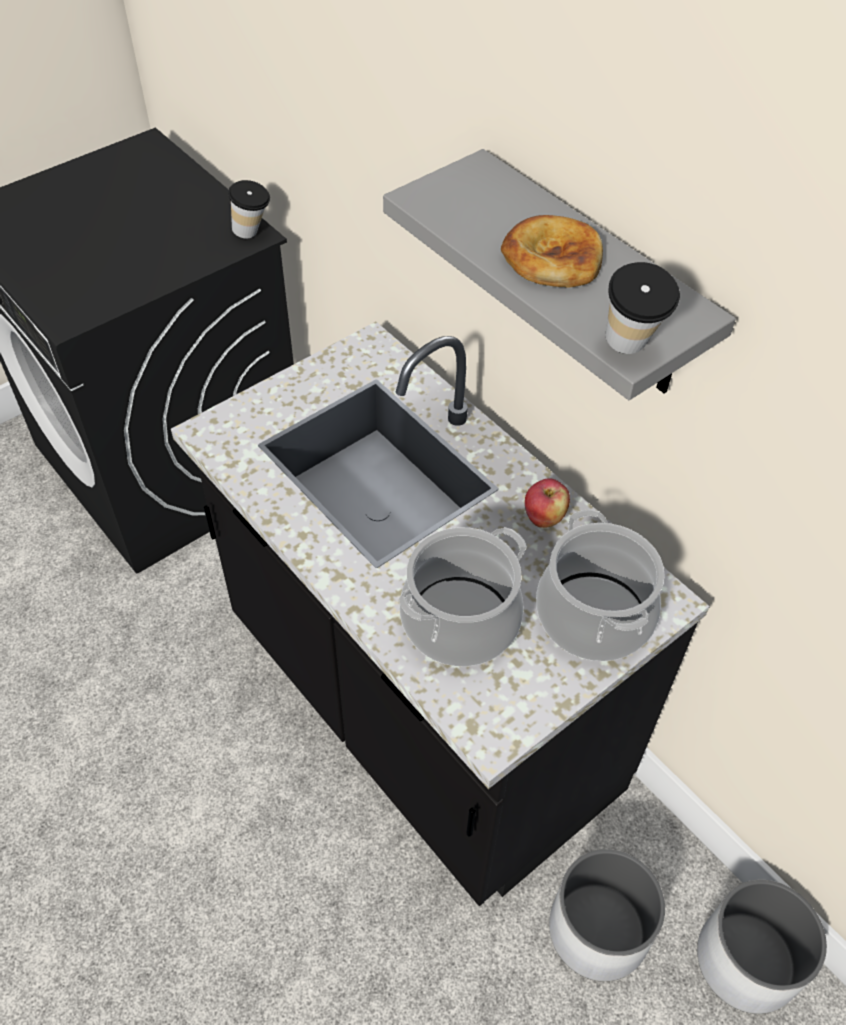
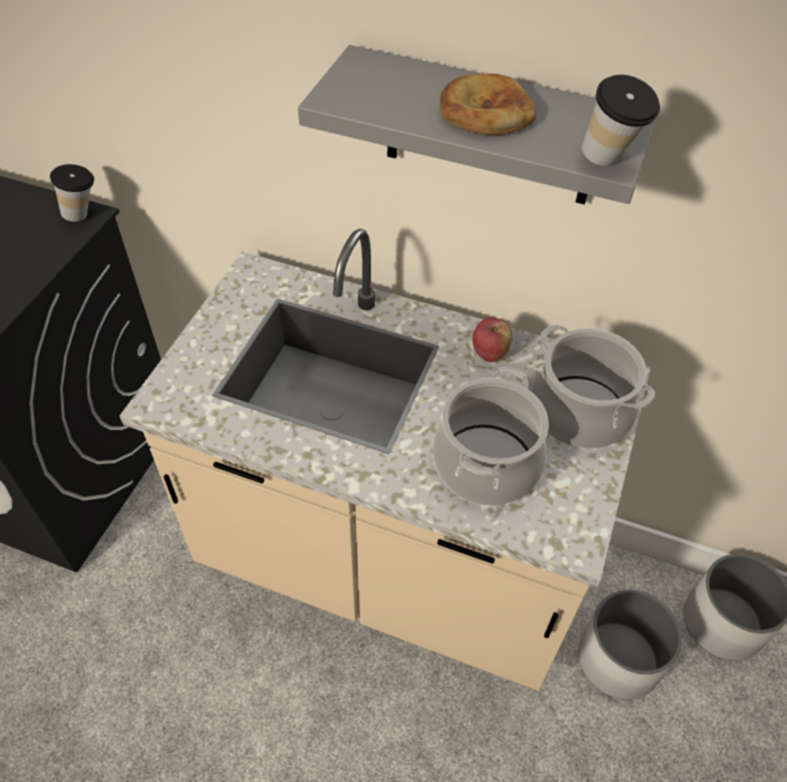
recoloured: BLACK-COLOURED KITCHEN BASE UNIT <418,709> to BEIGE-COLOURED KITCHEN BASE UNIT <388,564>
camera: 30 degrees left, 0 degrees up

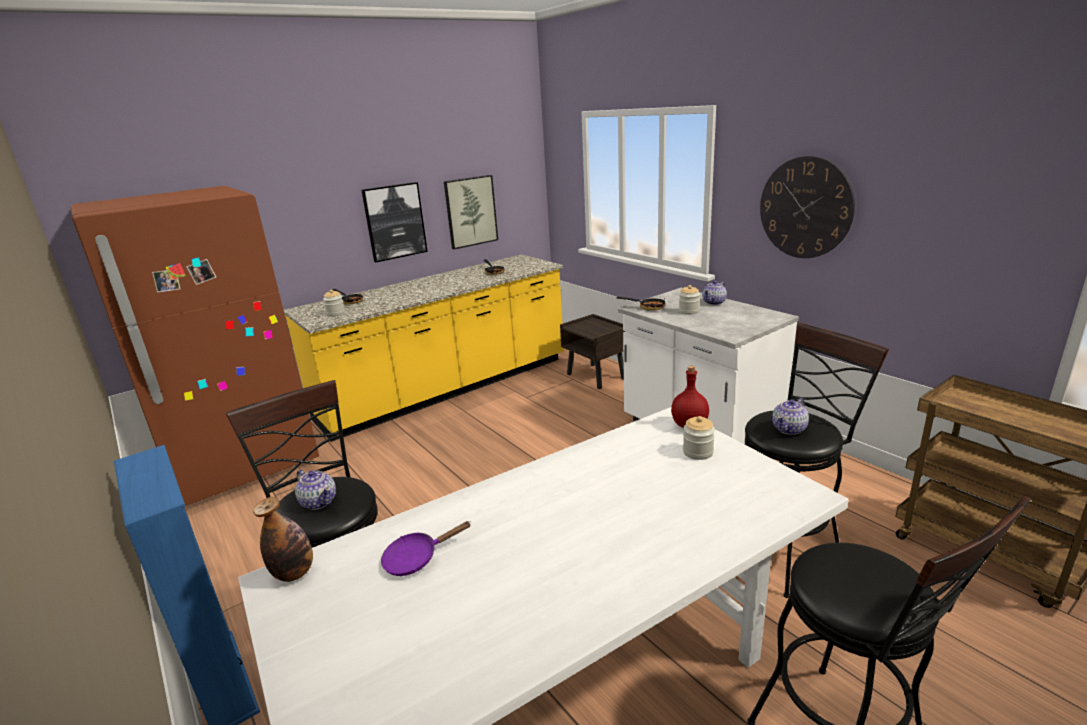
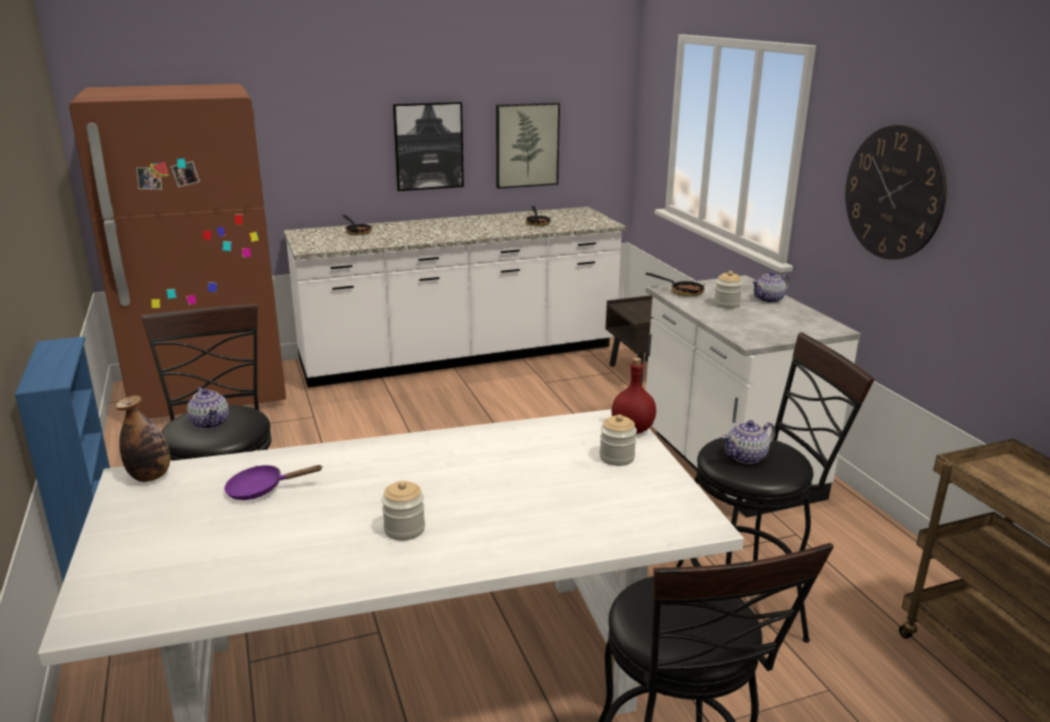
moved: PRESERVE JAR <336,313> to <404,529>
recoloured: YELLOW KITCHEN BASE UNIT <447,389> to WHITE KITCHEN BASE UNIT <460,356>
camera: 15 degrees right, 0 degrees up

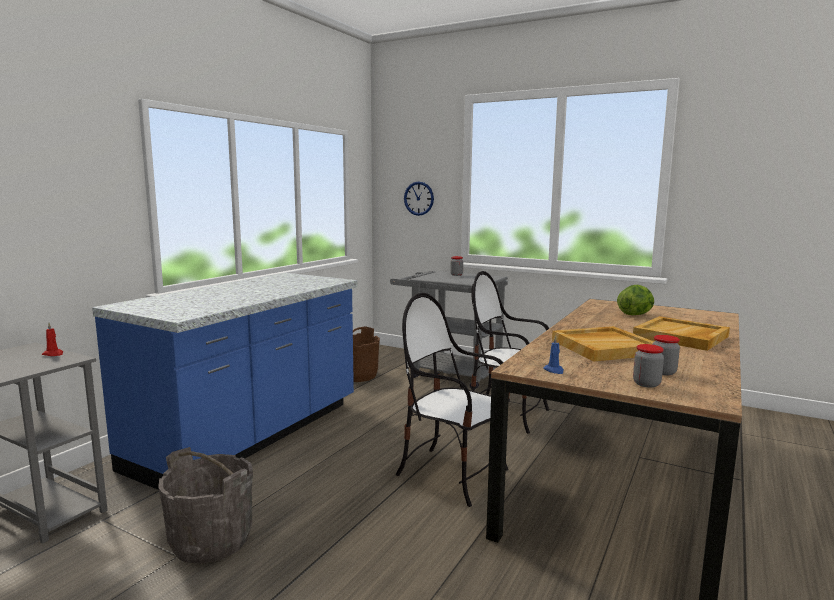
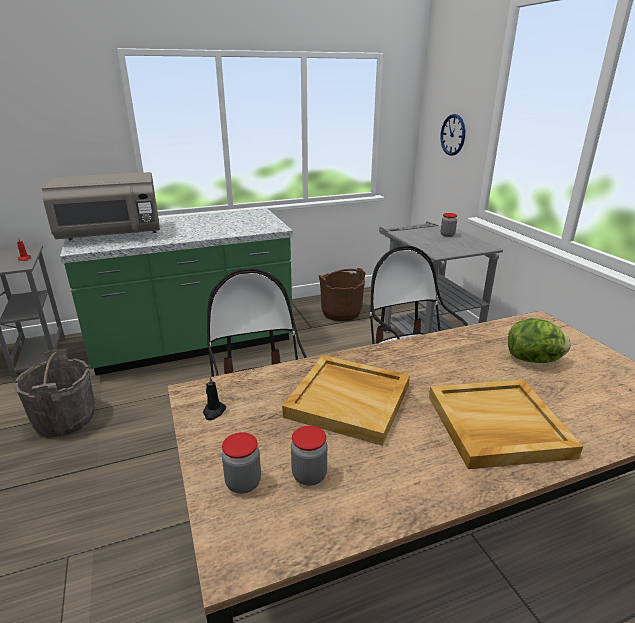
added: GREY MICROWAVE <111,234>
recoloured: BLUE KITCHEN BASE UNIT <250,435> to GREEN-COLOURED KITCHEN BASE UNIT <194,343>; BLUE WAX LIGHT <554,370> to BLACK-COLOURED WAX LIGHT <214,412>
camera: 40 degrees right, 15 degrees up

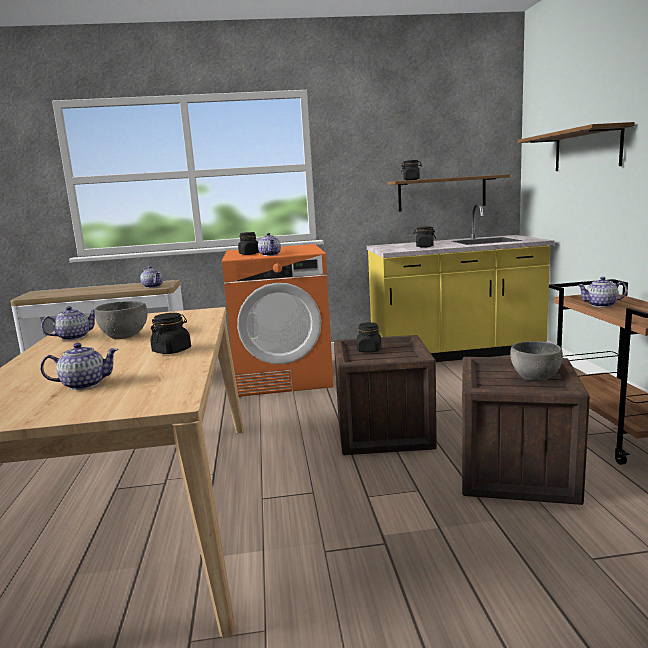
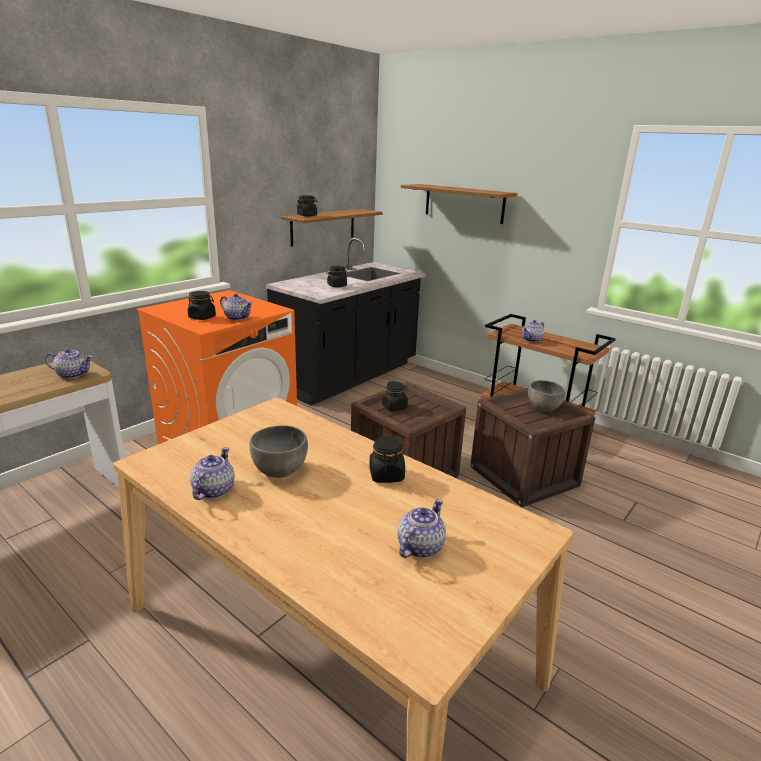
recoloured: YELLOW KITCHEN BASE UNIT <456,353> to BLACK-COLOURED KITCHEN BASE UNIT <349,377>
camera: 45 degrees left, 10 degrees up

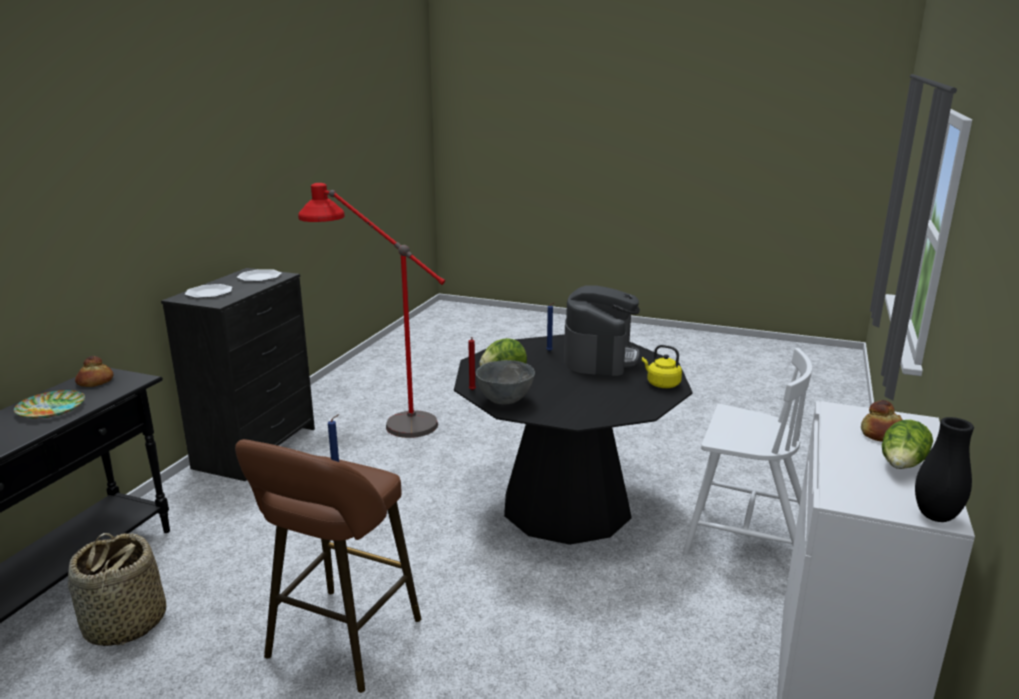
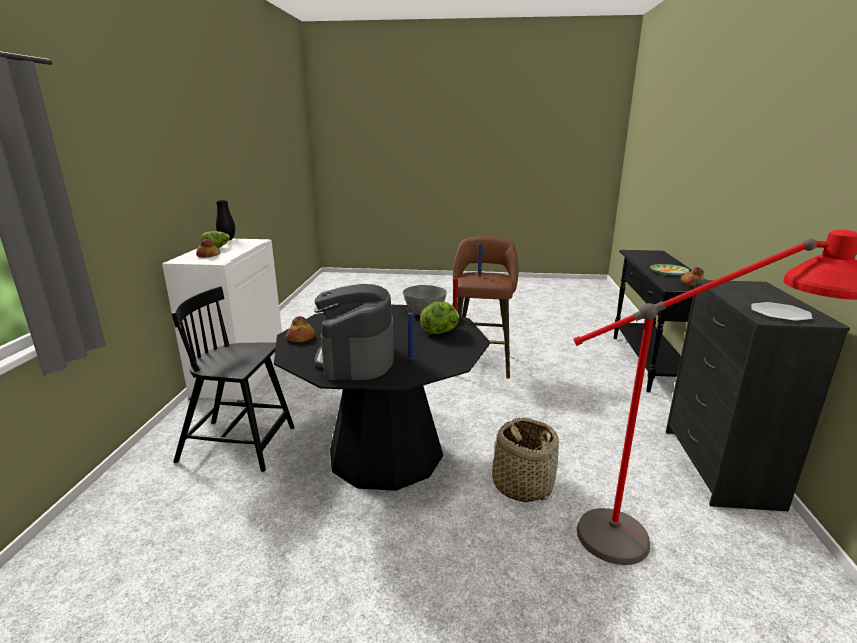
removed: PLATE <209,293>
moved: STORAGE BASKET <124,624> to <522,484>
replaced: YELLOW KETTLE <661,384> to BAKED BREAD <301,338>
recoloured: WHITE PLAIN CHAIR <746,541> to BLACK-COLOURED PLAIN CHAIR <239,445>
camera: 165 degrees right, 0 degrees up

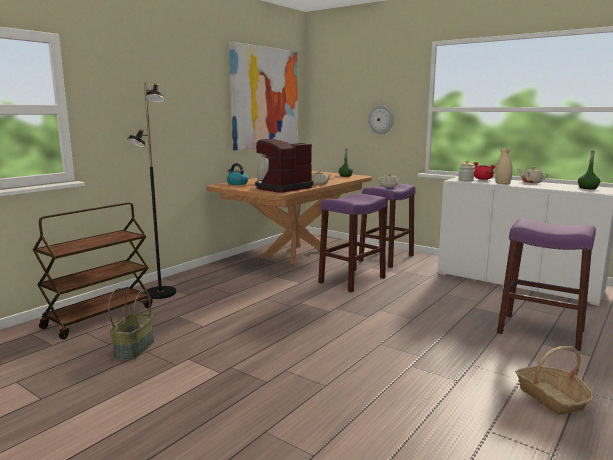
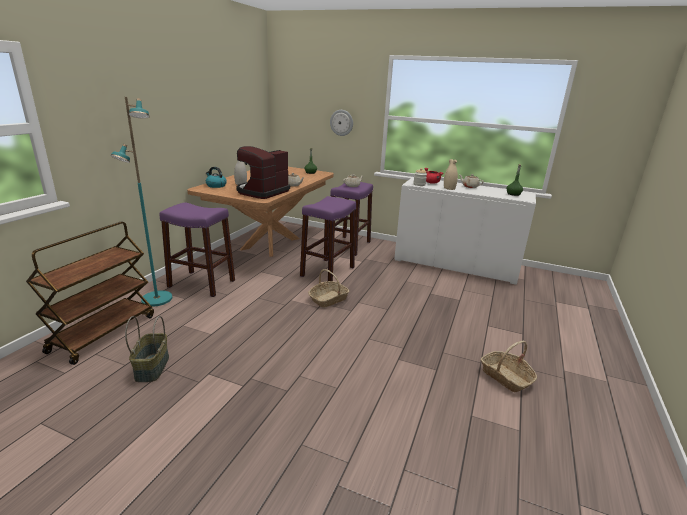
removed: WALL ART <265,98>
added: STORAGE BASKET <328,299>
moved: PURPLE-COLOURED STOOL SEAT <540,331> to <201,283>
recoloured: BLACK-COLOURED STANDING LAMP <160,293> to TURQUOISE-COLOURED STANDING LAMP <156,299>
camera: 15 degrees left, 10 degrees up

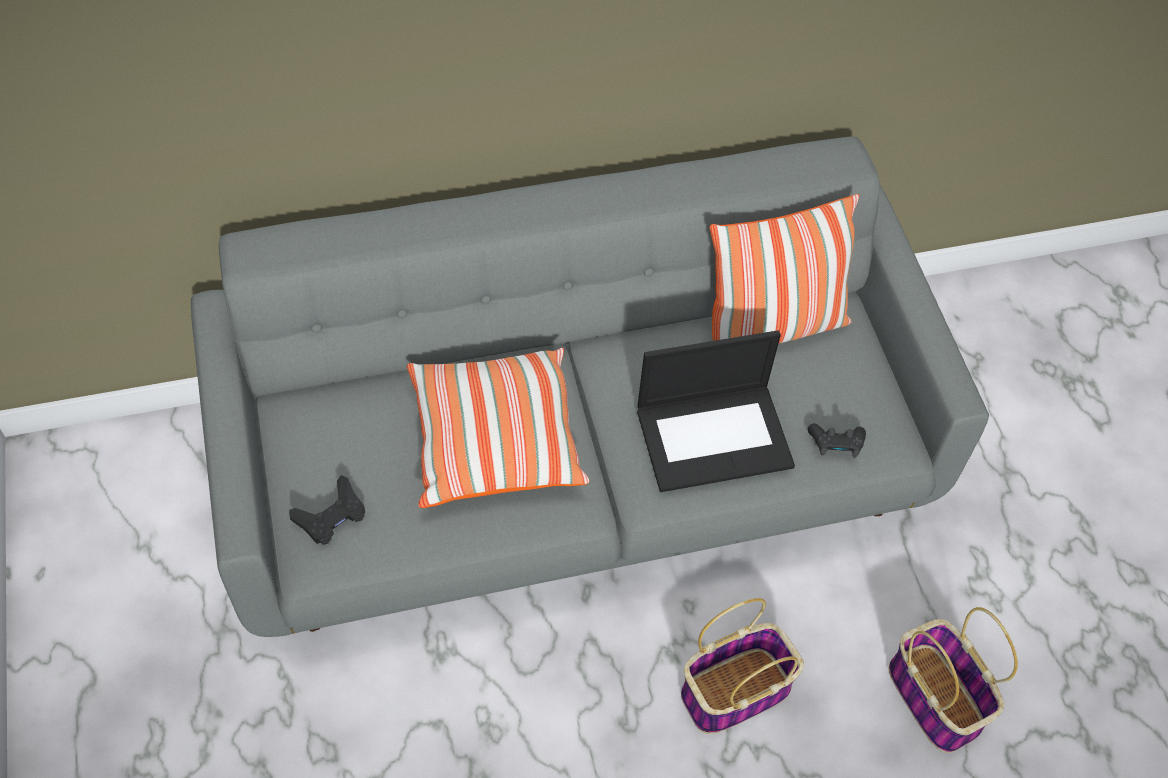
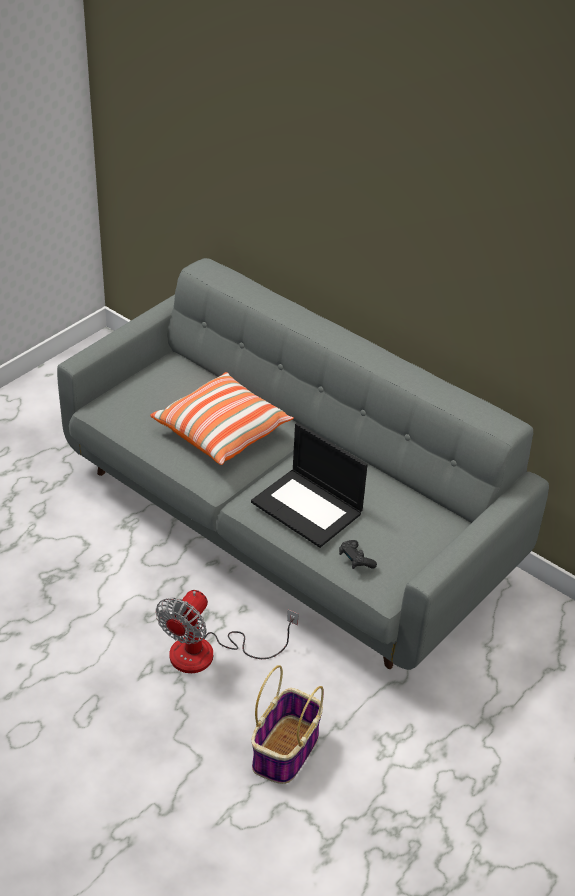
removed: THROW PILLOW <772,327>; BLACK-COLOURED JOYPAD <331,516>
replaced: STORAGE BASKET <736,690> to COOLING FAN <208,653>
camera: 55 degrees right, 15 degrees down

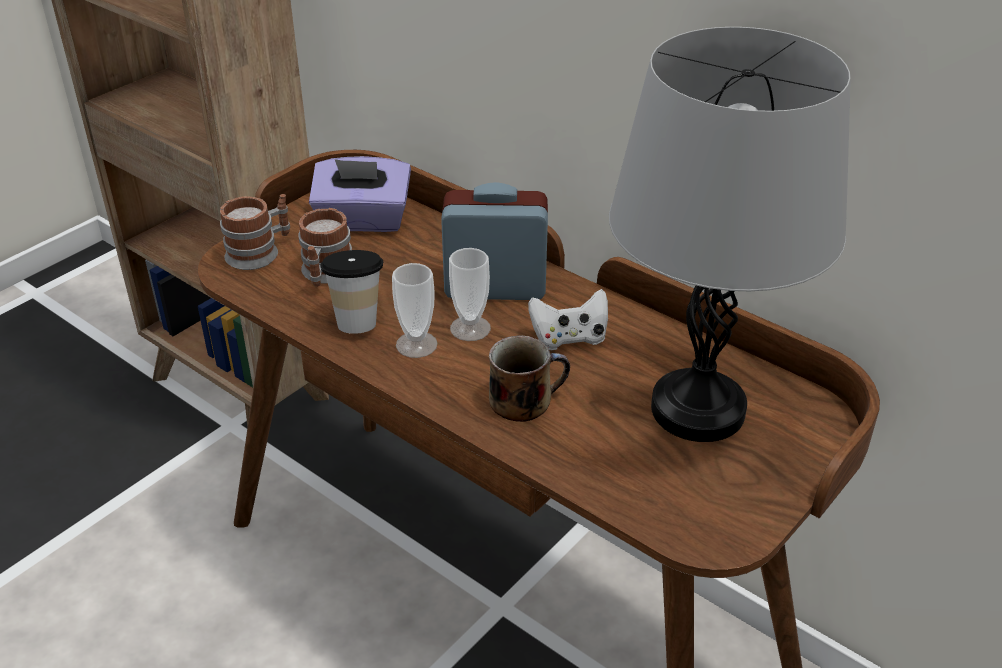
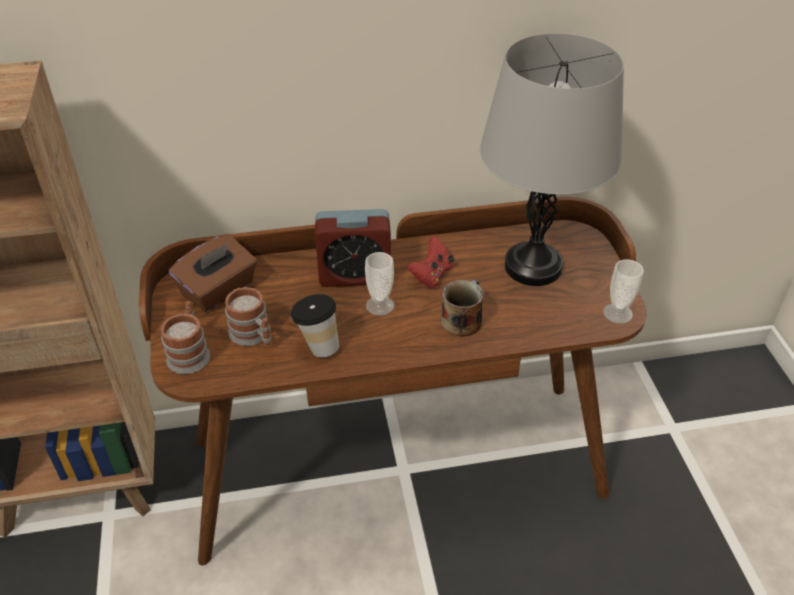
moved: SMALL CUP <416,344> to <617,313>
recoloured: PURPLE-COLOURED BOX OF TISSUES <363,221> to BROWN BOX OF TISSUES <218,290>; WHITE JOYPAD <569,338> to RED-COLOURED JOYPAD <431,275>
turned: TABLE CLOCK <495,287> = <354,275> 135 degrees counterclockwise
camera: 50 degrees left, 5 degrees up

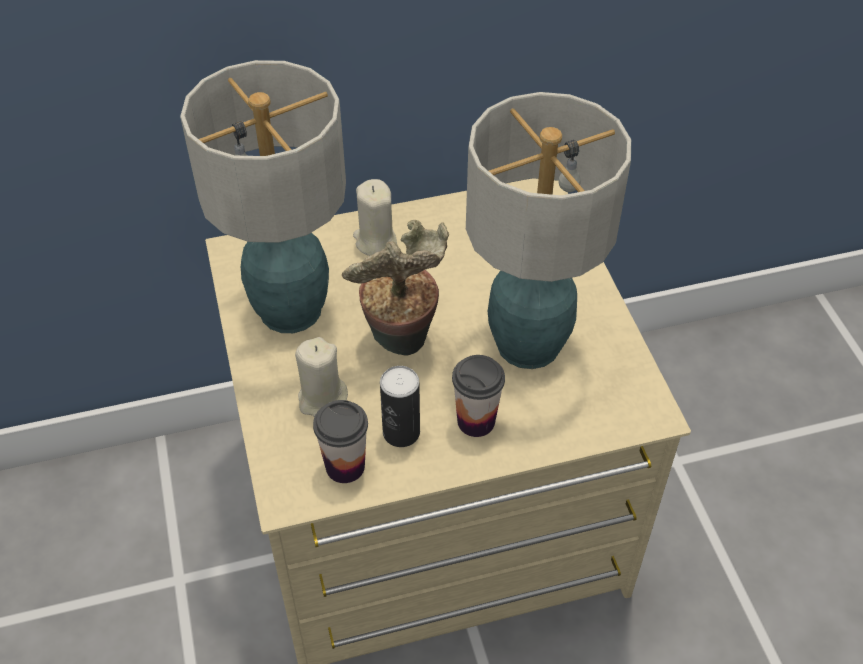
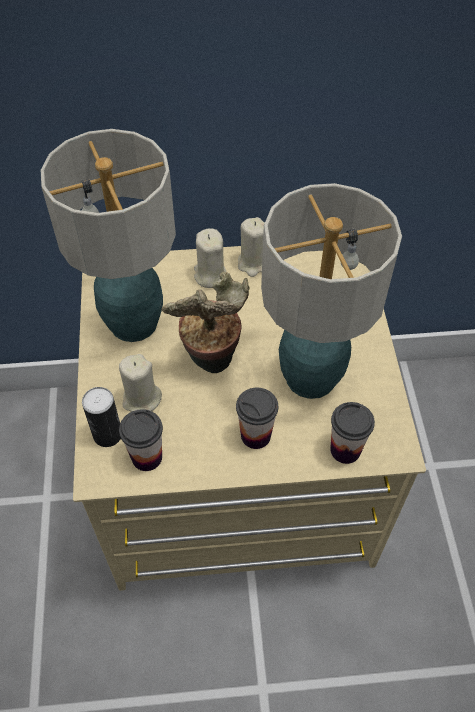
added: BEIGE-COLOURED WAX LIGHT <253,263>; SMALL CUP <345,450>
moved: METAL CAN <401,432> to <107,434>
camera: 10 degrees right, 5 degrees up

